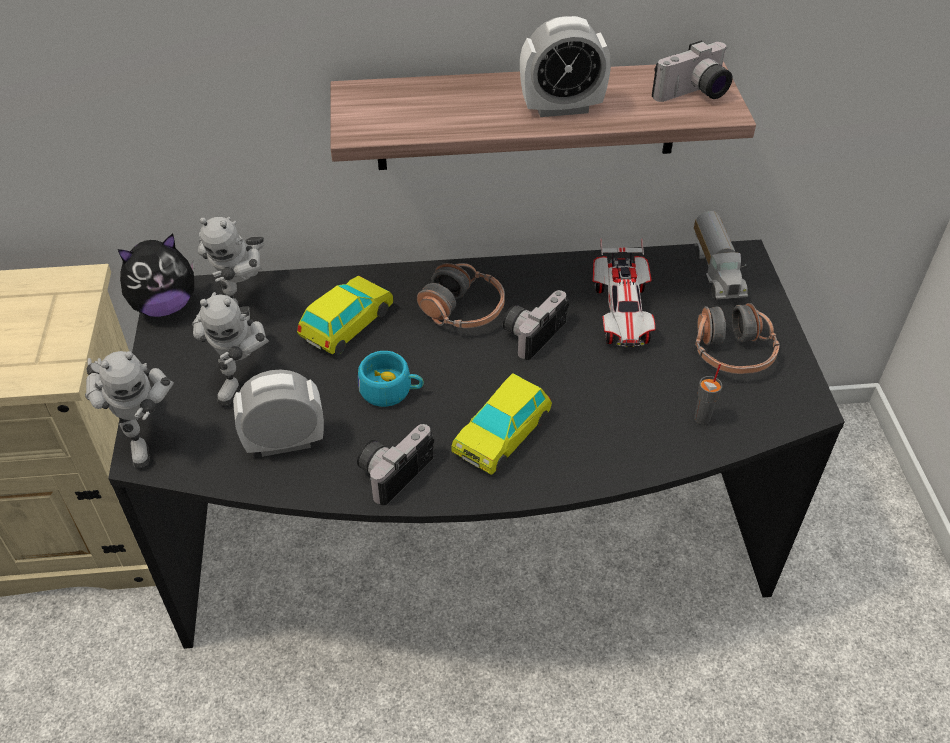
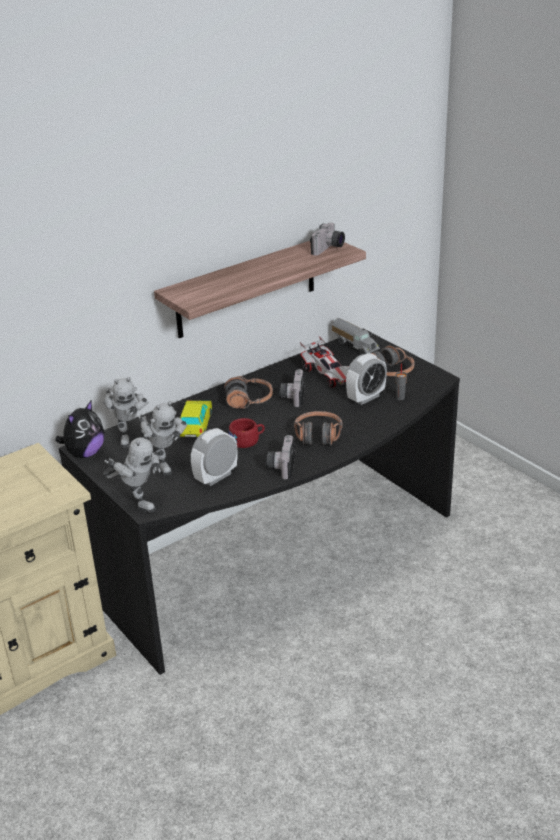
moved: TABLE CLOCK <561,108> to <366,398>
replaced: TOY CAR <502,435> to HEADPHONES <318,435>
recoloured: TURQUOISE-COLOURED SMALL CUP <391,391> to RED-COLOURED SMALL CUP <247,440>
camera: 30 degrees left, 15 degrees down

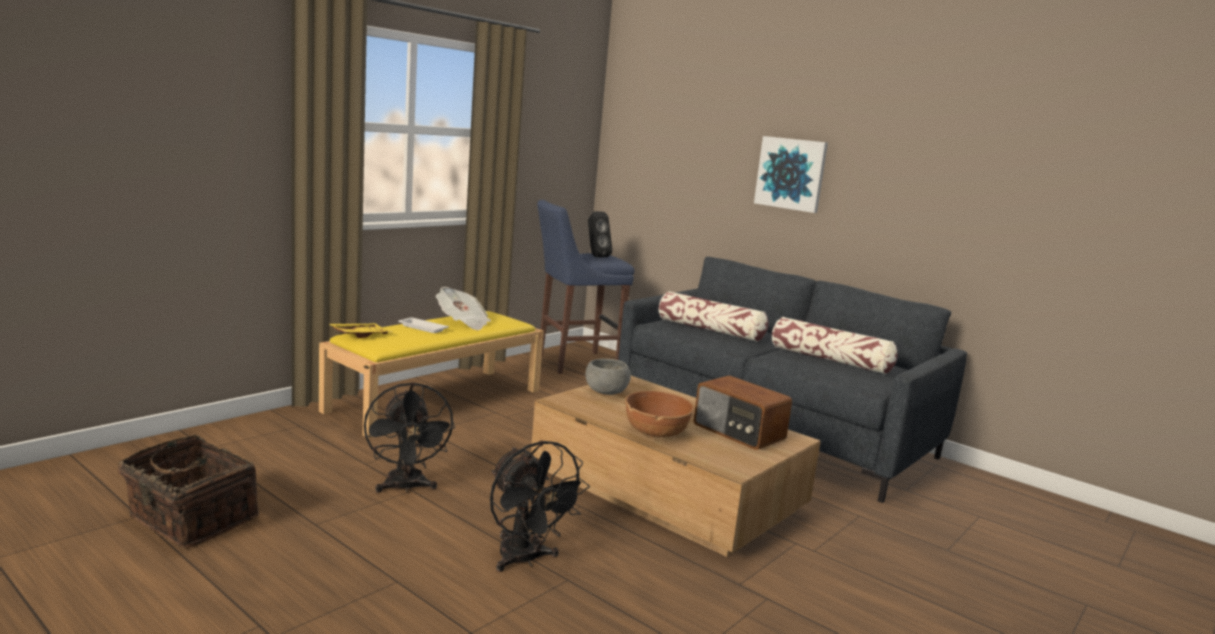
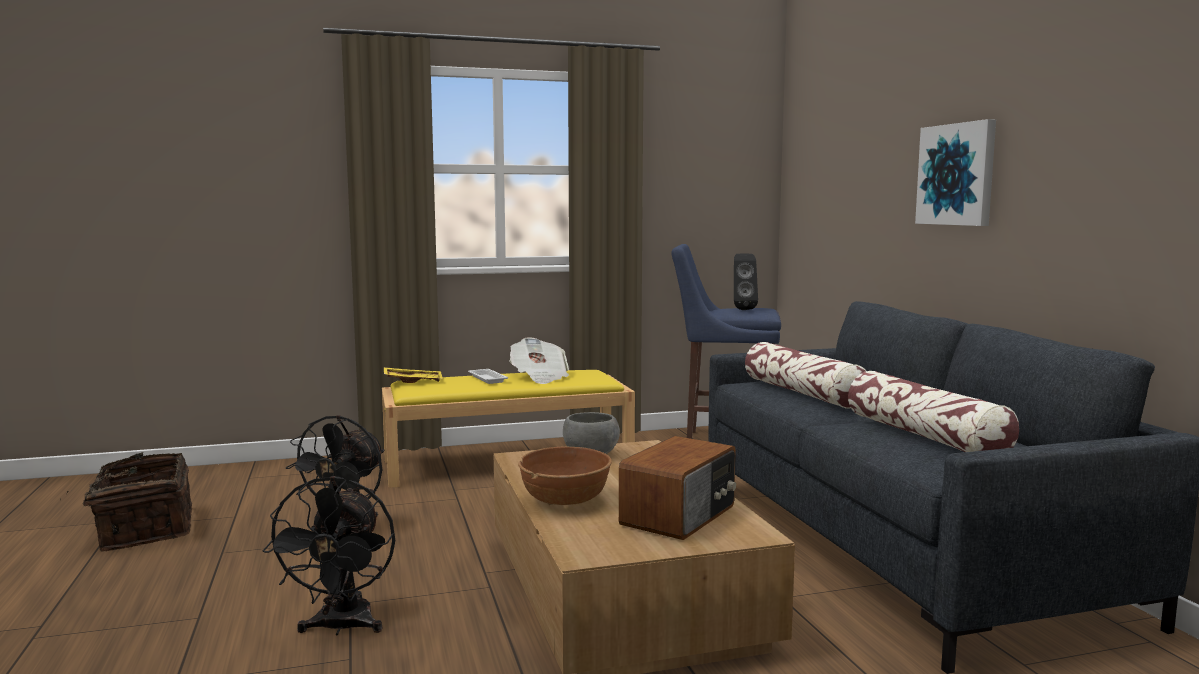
turned: RADIO RECEIVER <738,432> = <680,516> 135 degrees counterclockwise
camera: 35 degrees right, 5 degrees down

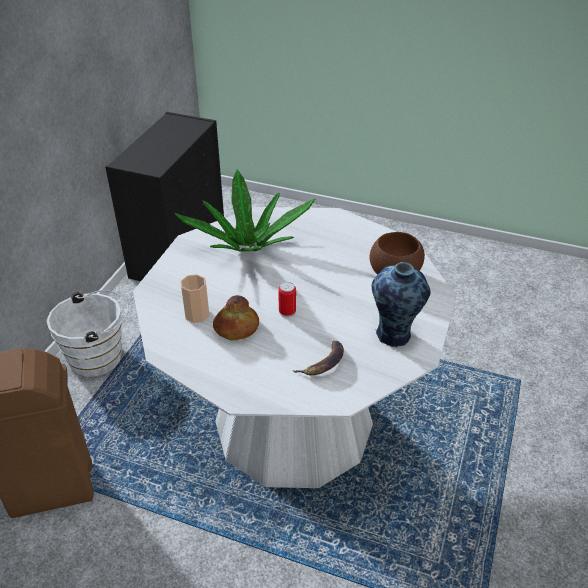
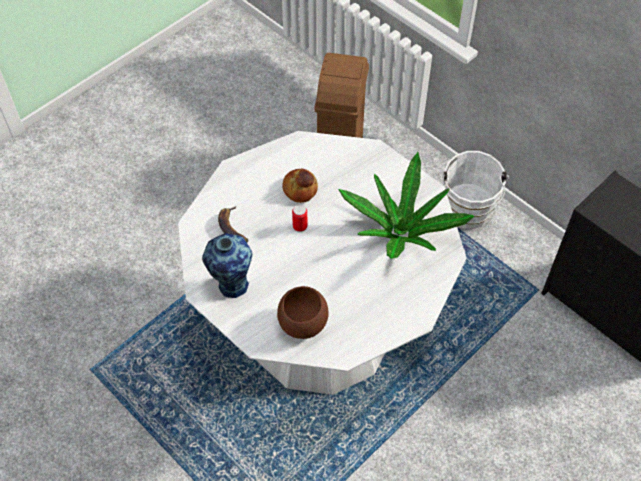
removed: SMALL CUP <197,314>
camera: 115 degrees right, 15 degrees up

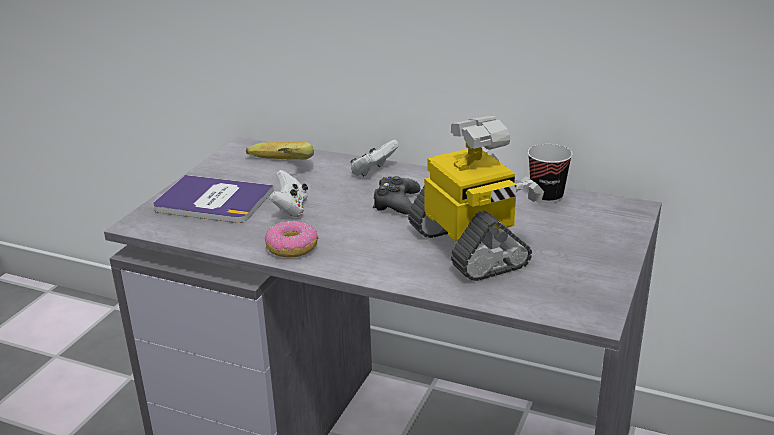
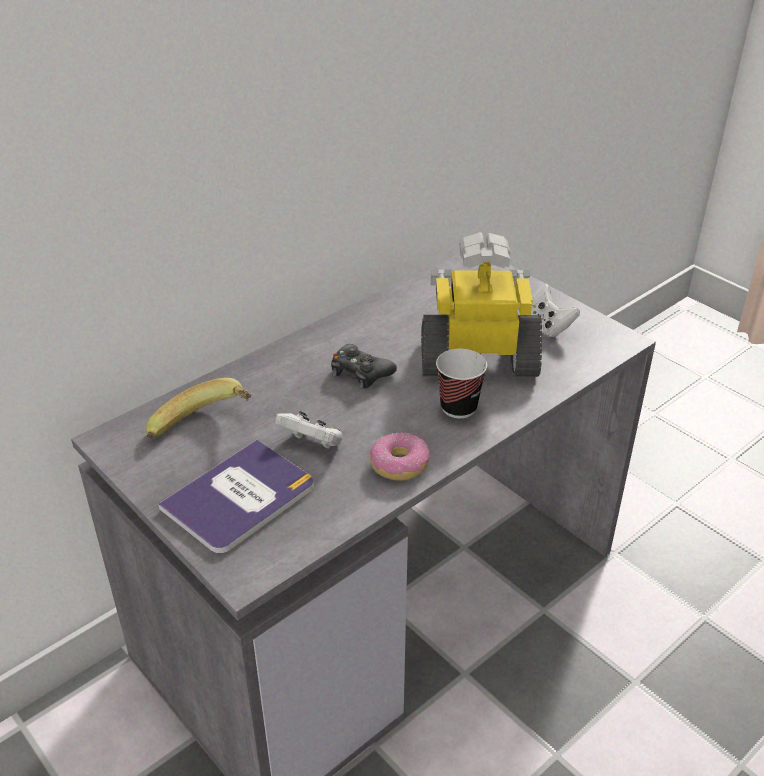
moved: WHITE JOYPAD <373,172> to <547,325>; SMALL CUP <546,196> to <458,407>
camera: 65 degrees left, 10 degrees up

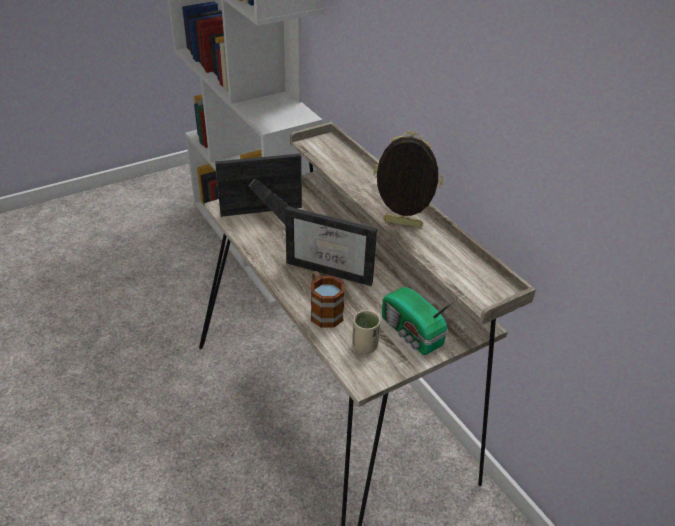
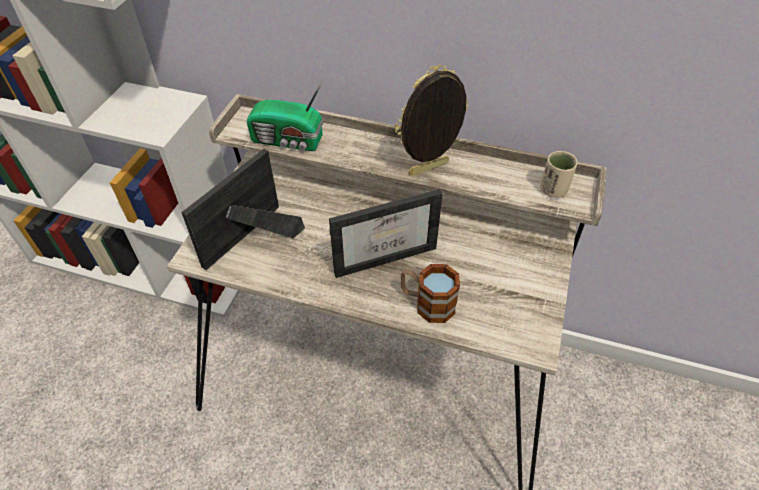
moved: RADIO RECEIVER <411,333> to <289,141>; BEIGE-COLOURED SMALL CUP <364,346> to <553,190>
camera: 40 degrees left, 10 degrees up

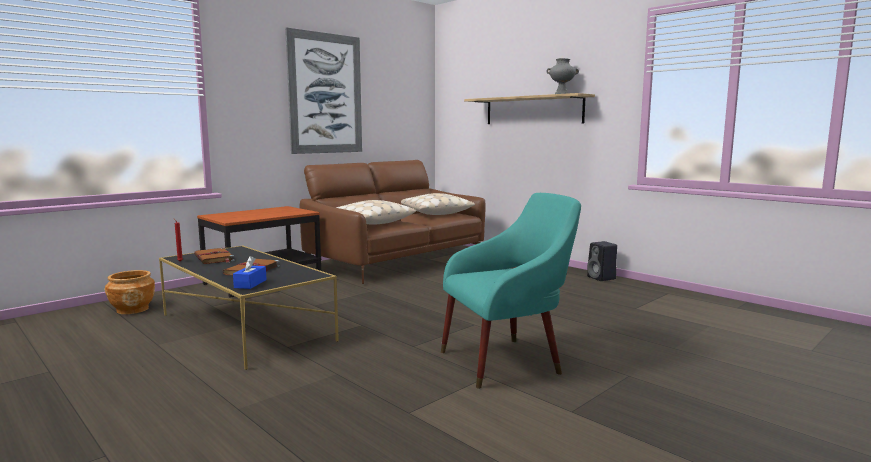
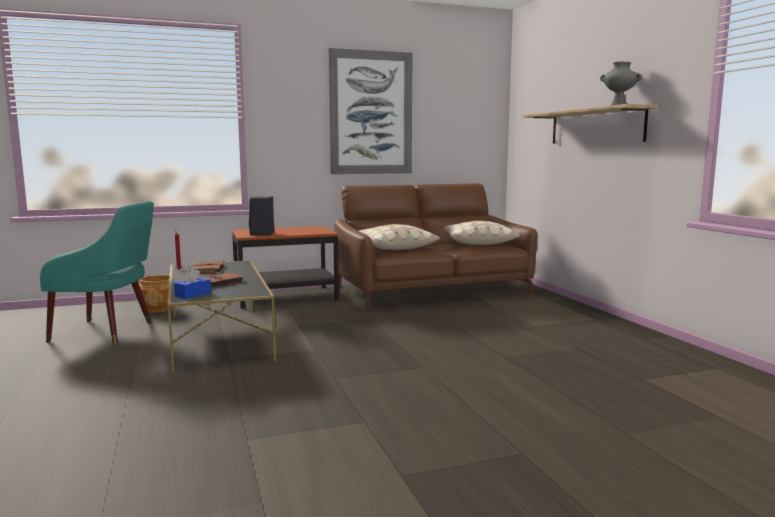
moved: TURQUOISE-COLOURED LOUNGE CHAIR <507,360> to <108,332>; BLACK-COLOURED SPEAKER <602,278> to <262,234>
camera: 25 degrees right, 0 degrees up

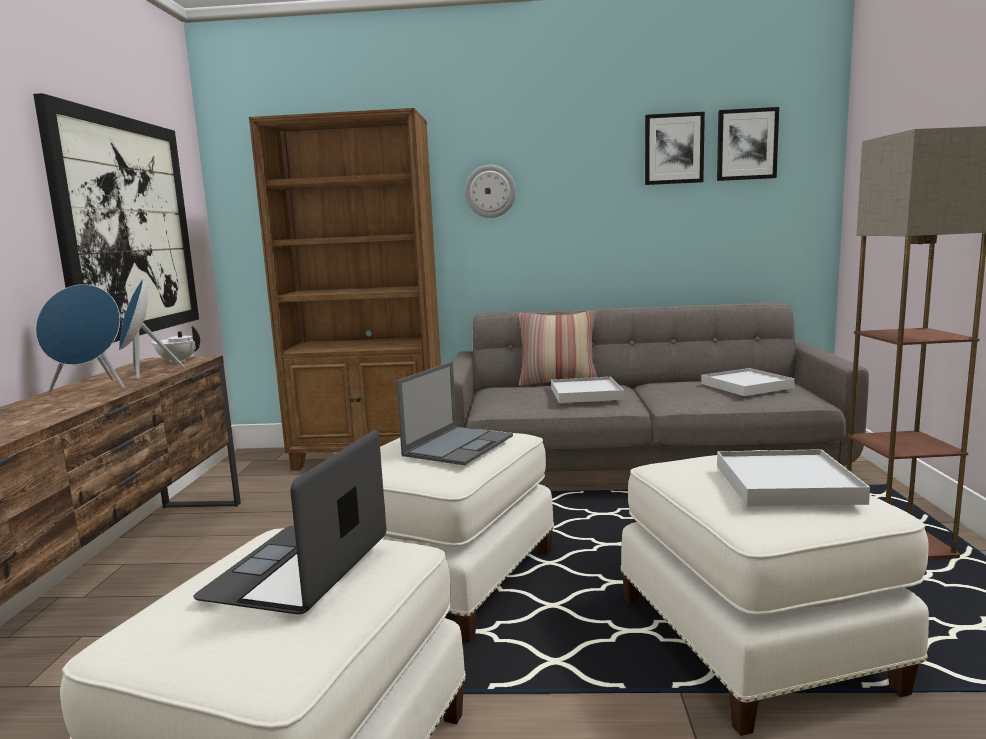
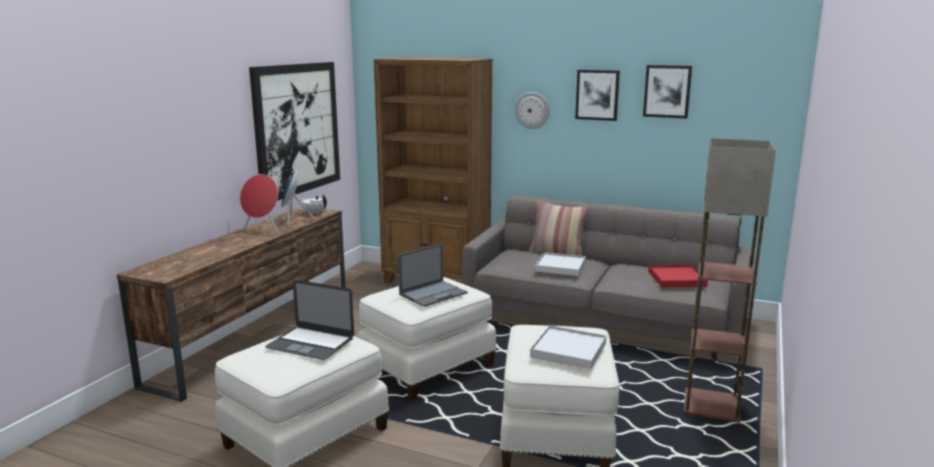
moved: WALL ART <746,144> to <597,95>
recoloured: BLUE SPEAKER <91,388> to RED-COLOURED SPEAKER <263,229>; WHITE TRAY <746,386> to RED-COLOURED TRAY <676,279>
turned: PORTABLE COMPUTER <299,567> = <310,343> 105 degrees counterclockwise
camera: 20 degrees right, 5 degrees up

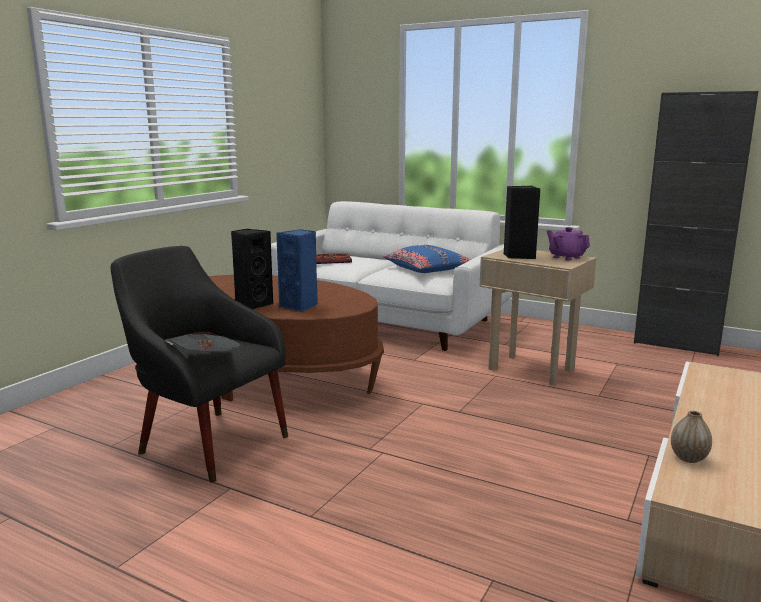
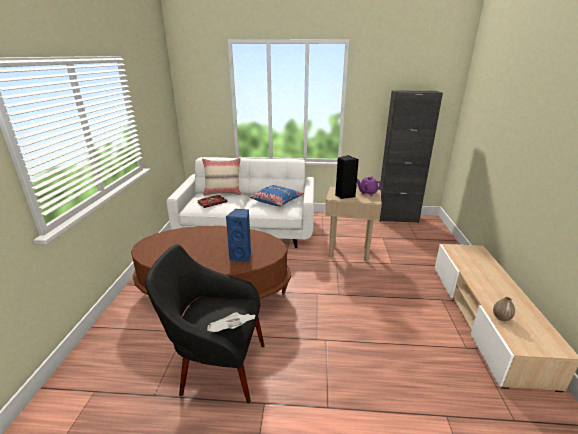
removed: BLACK-COLOURED SPEAKER <253,304>
added: BEIGE-COLOURED THROW PILLOW <223,193>
camera: 25 degrees left, 10 degrees up

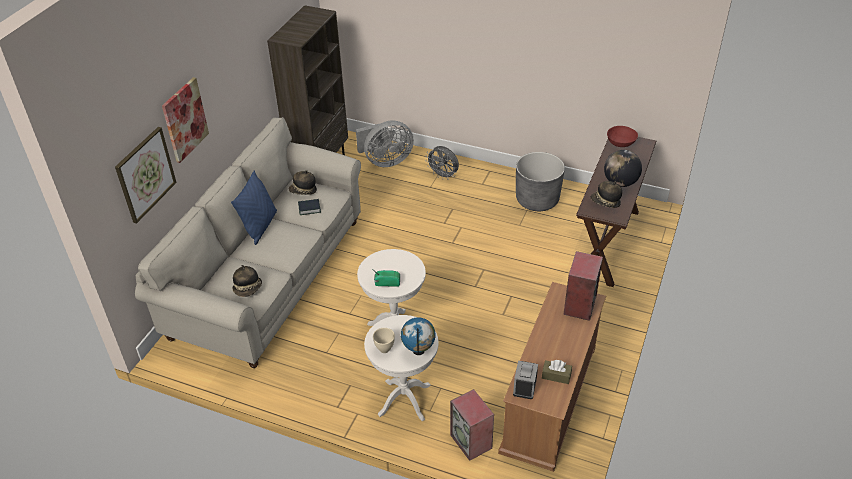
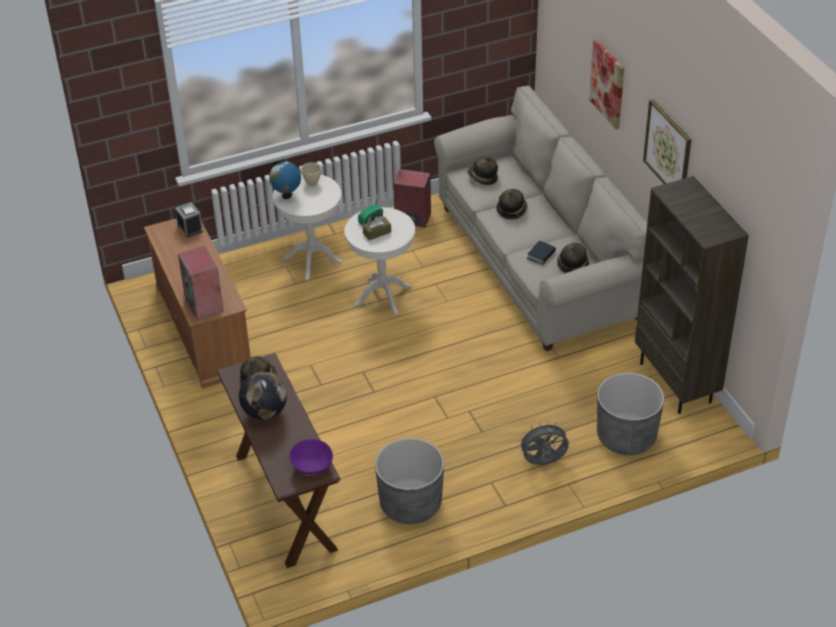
removed: BLUE THROW PILLOW <260,226>
added: HAT <511,210>
moved: WALL ART <145,174> to <668,149>; BROWN BOX OF TISSUES <556,376> to <377,233>; SPEAKER <472,441> to <412,218>
replaced: GREY COOLING FAN <385,161> to GREY FLOWER POT <626,436>
recoloured: RED-COLOURED DEEP DISH <621,143> to PURPLE-COLOURED DEEP DISH <311,465>
camera: 135 degrees right, 0 degrees up

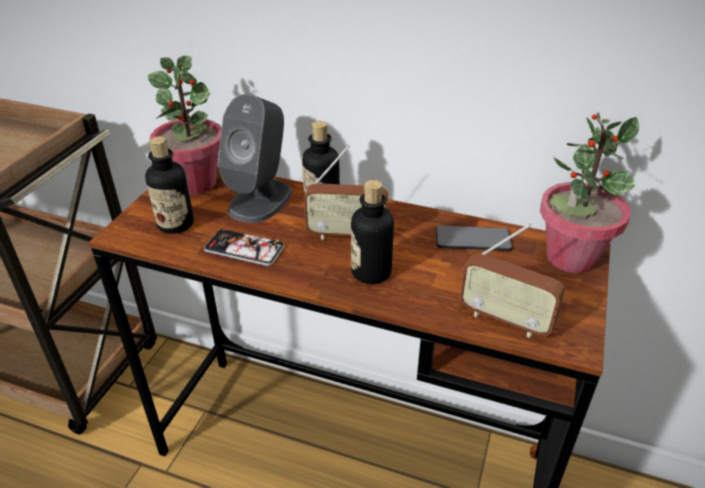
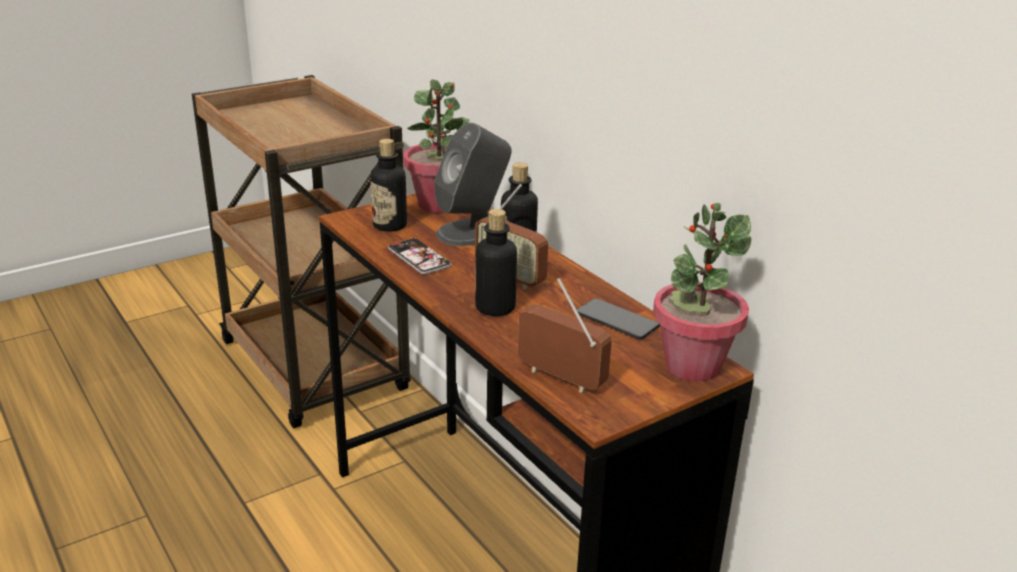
turned: RADIO RECEIVER <504,320> = <560,378> 150 degrees clockwise
camera: 35 degrees right, 10 degrees down

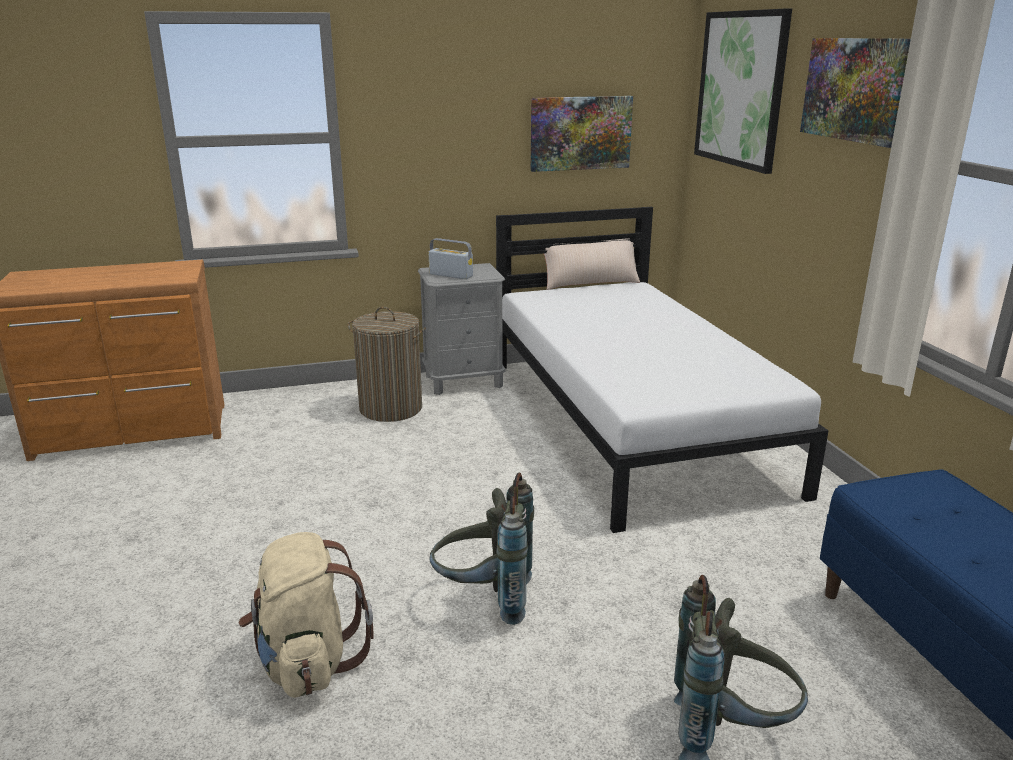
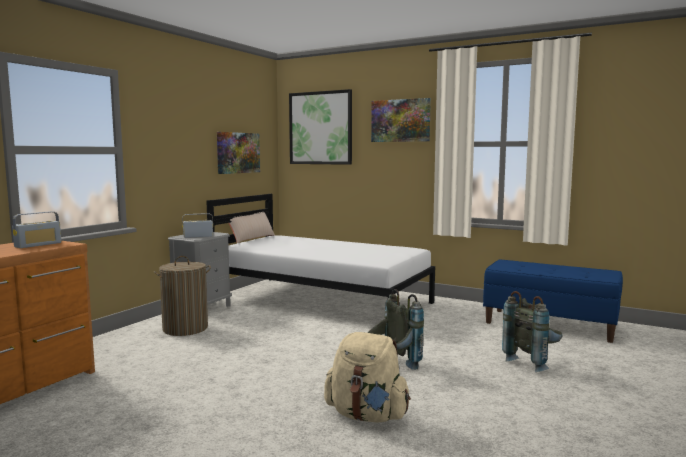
added: RADIO RECEIVER <38,245>
camera: 45 degrees left, 15 degrees down

